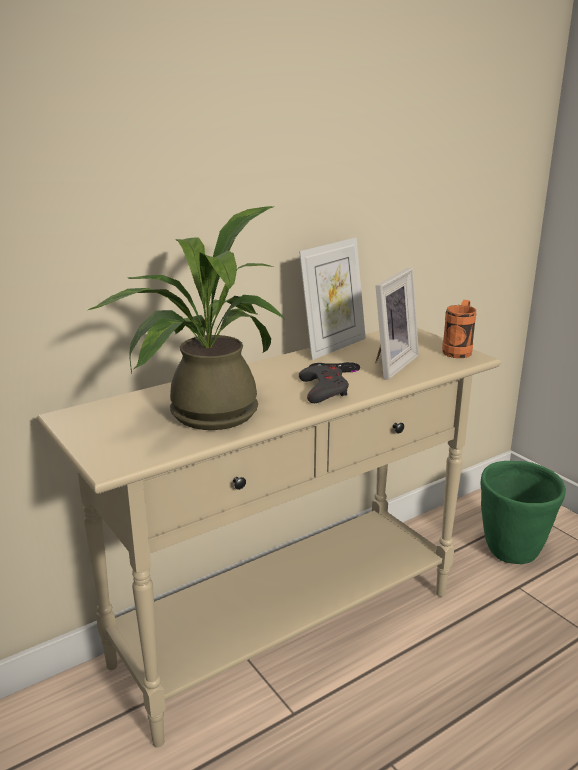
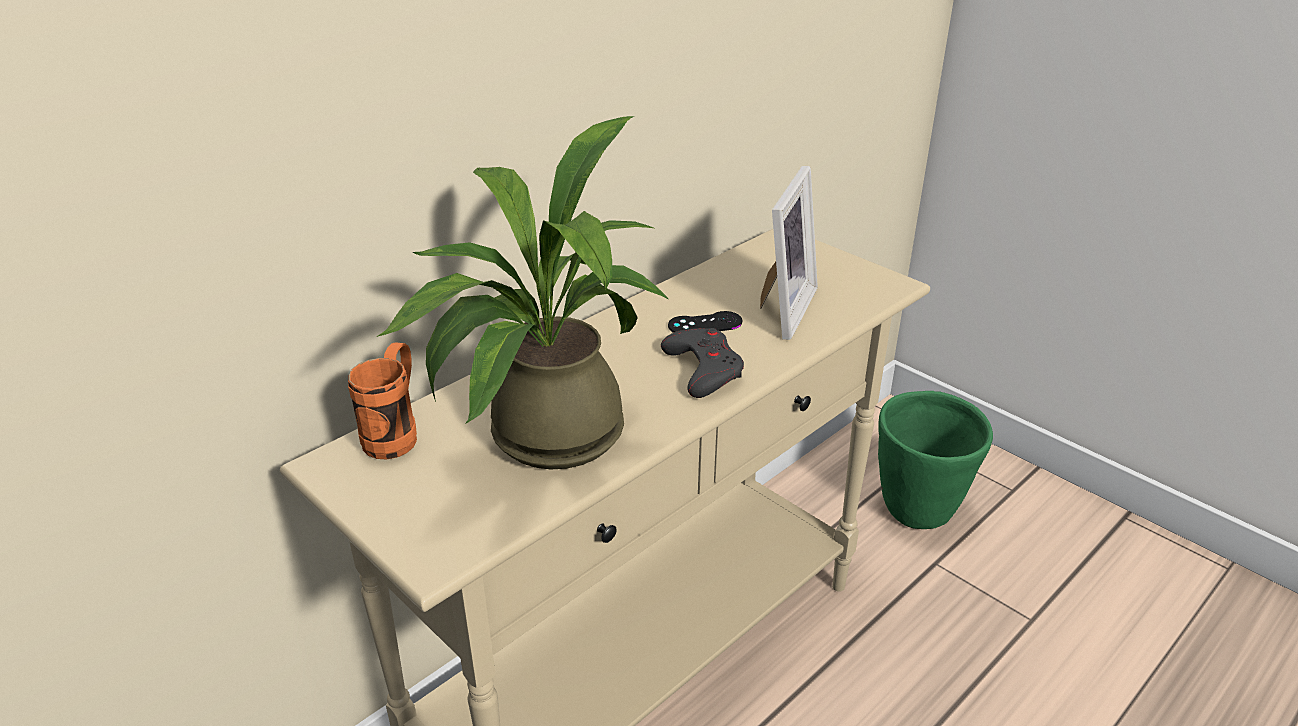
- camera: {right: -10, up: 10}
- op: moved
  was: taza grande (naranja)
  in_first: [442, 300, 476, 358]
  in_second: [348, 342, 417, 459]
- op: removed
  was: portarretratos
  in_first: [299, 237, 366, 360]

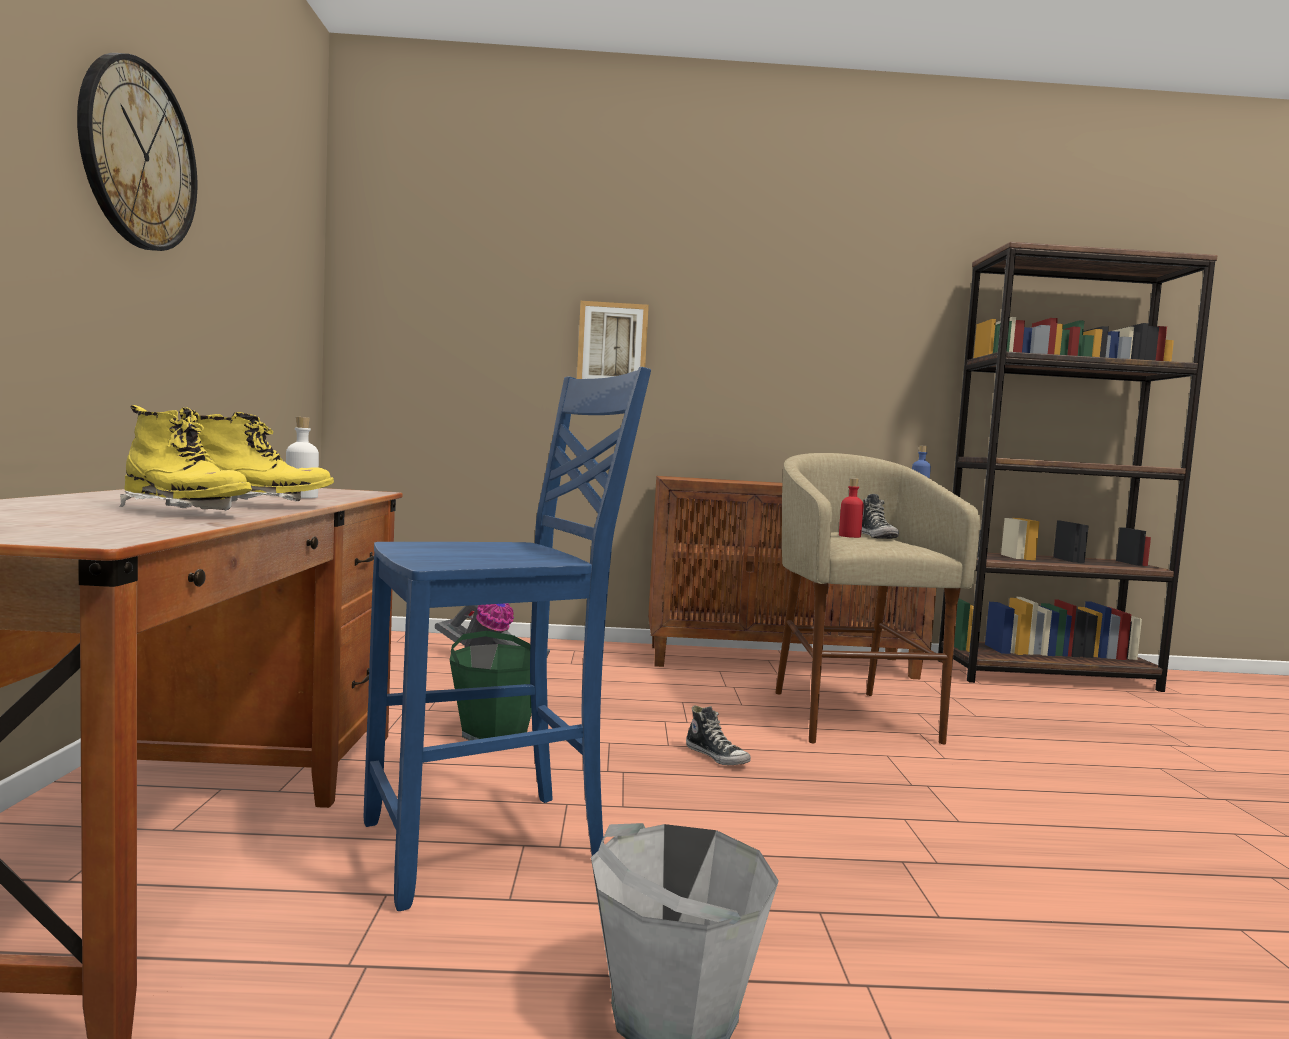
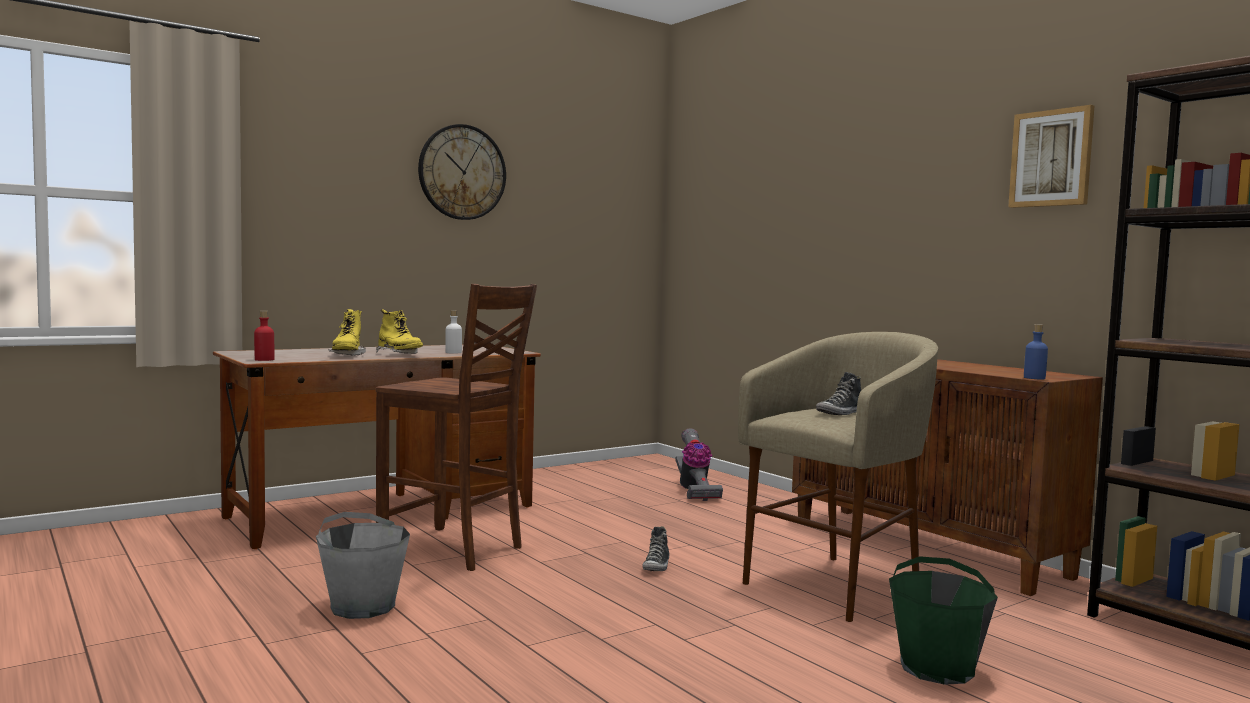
- camera: {right: 55, up: 0}
- op: moved
  was: botella (rojo)
  in_first: [839, 478, 864, 538]
  in_second: [254, 311, 275, 361]
- op: recoloured
  was: silla (azul)
  now: silla (marrón)
  in_first: [364, 367, 651, 911]
  in_second: [376, 284, 537, 571]
- op: moved
  was: cubo (verde)
  in_first: [450, 631, 532, 741]
  in_second: [889, 556, 998, 685]
- op: moved
  was: cuadro
  in_first: [577, 301, 649, 379]
  in_second: [1008, 105, 1094, 208]

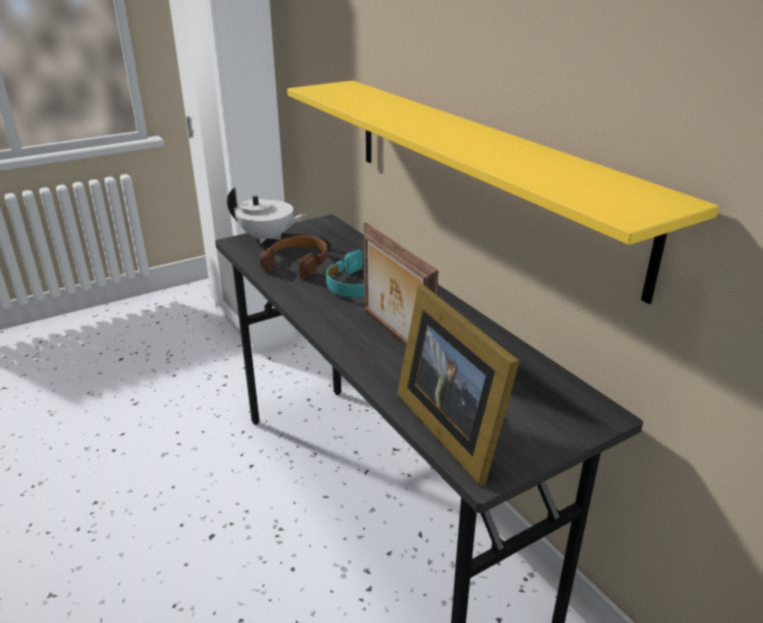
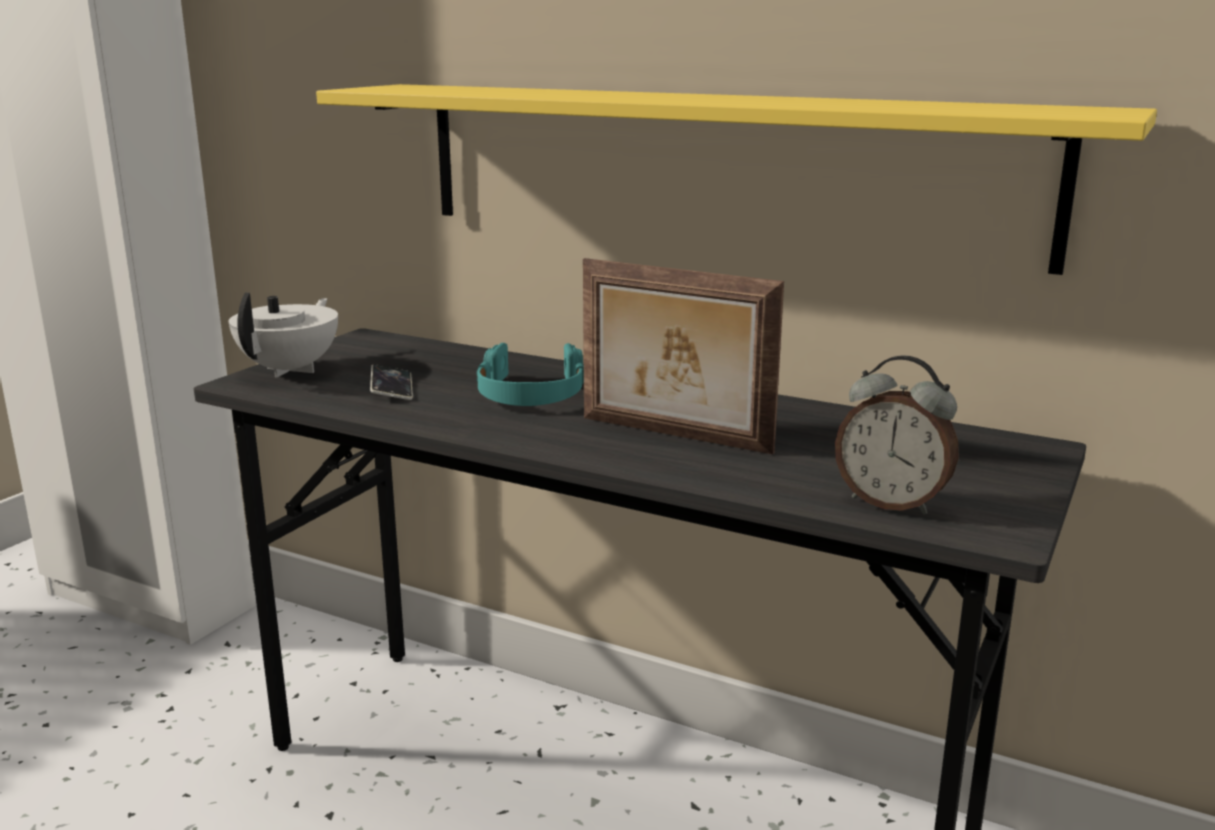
- camera: {right: -30, up: -10}
- op: turned
  was: tetera (blanco)
  in_first: [227, 188, 307, 244]
  in_second: [229, 292, 338, 378]
  clockwise: -60
- op: replaced
  was: auriculares (marrón)
  now: móvil
  in_first: [260, 235, 328, 279]
  in_second: [370, 364, 413, 400]
- op: replaced
  was: portarretratos
  now: despertador
  in_first: [397, 285, 520, 485]
  in_second: [835, 355, 958, 515]

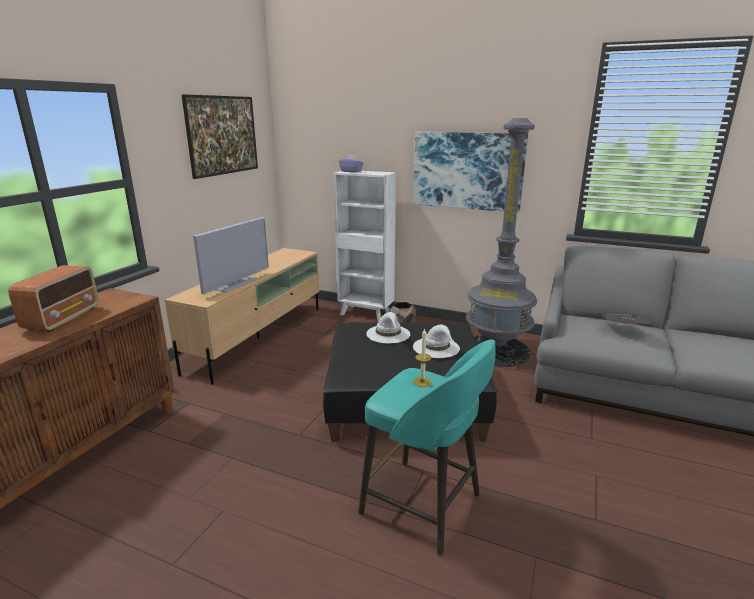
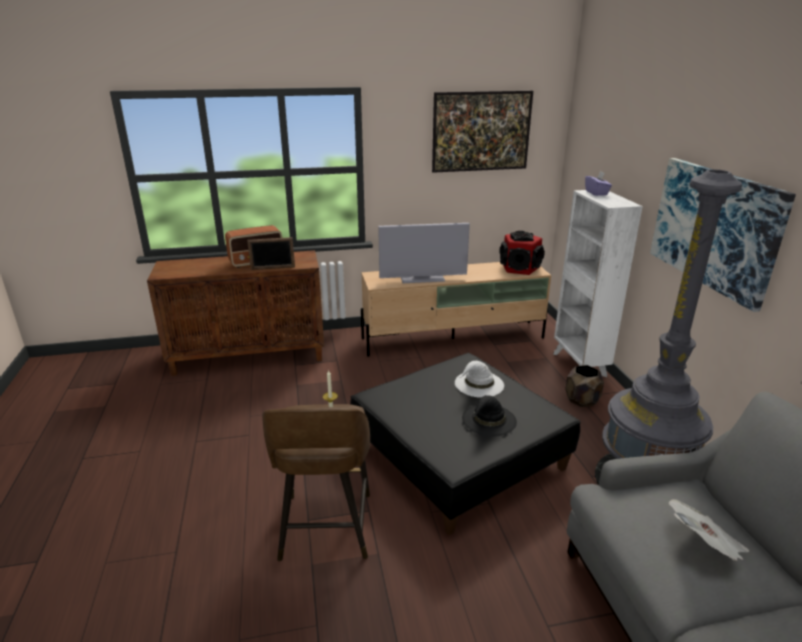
- camera: {right: 55, up: 5}
- op: added
  now: portarretratos
  in_second: [247, 237, 295, 270]
- op: recoloured
  was: taburete (turquesa)
  now: taburete (marrón)
  in_first: [358, 340, 495, 556]
  in_second: [262, 404, 370, 561]
- op: recoloured
  was: sombrero (blanco)
  now: sombrero (negro)
  in_first: [413, 324, 460, 358]
  in_second: [462, 395, 517, 437]
- op: added
  now: altavoz
  in_second: [499, 231, 545, 275]

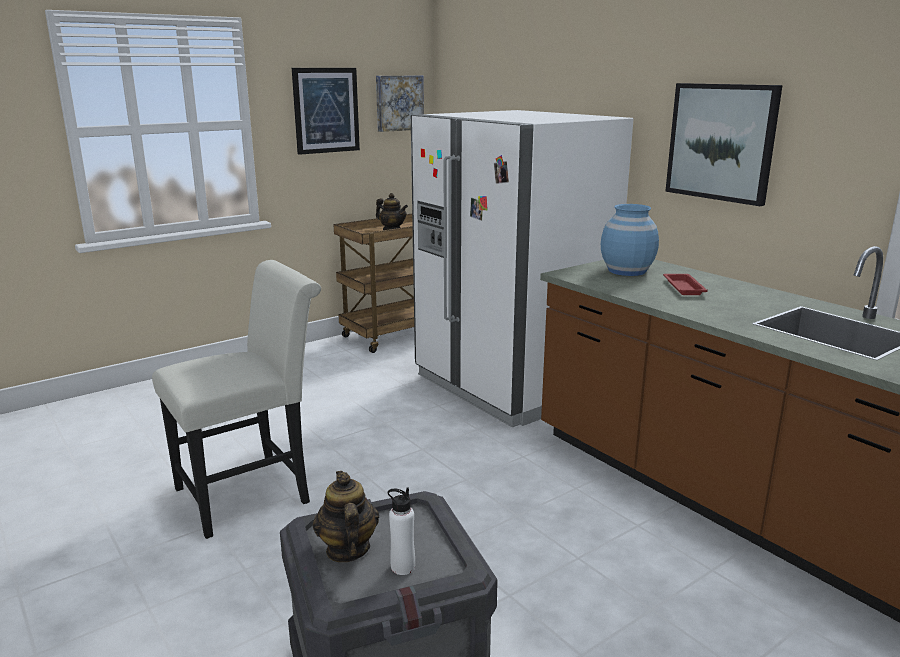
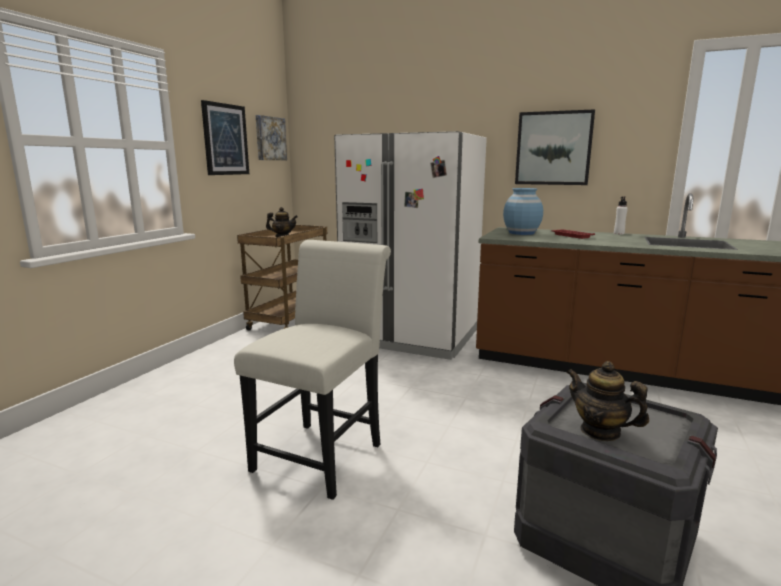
- camera: {right: -30, up: -5}
- op: moved
  was: botella (blanco)
  in_first: [388, 488, 415, 575]
  in_second: [614, 197, 628, 235]

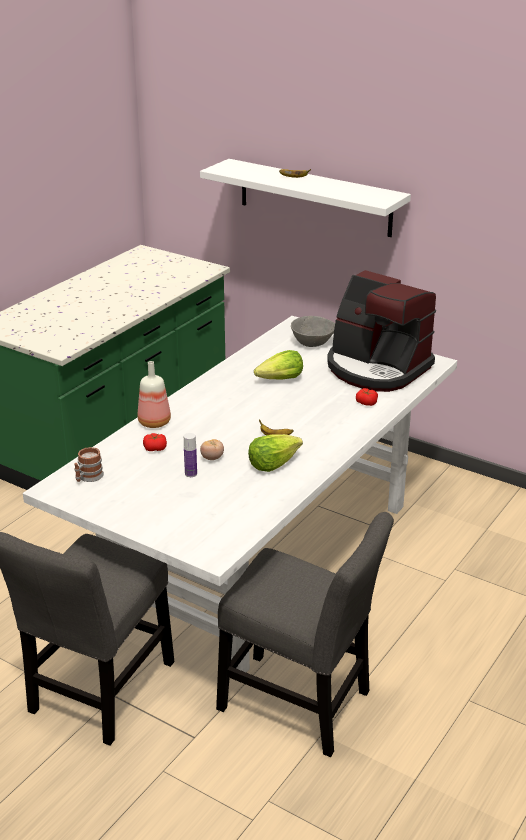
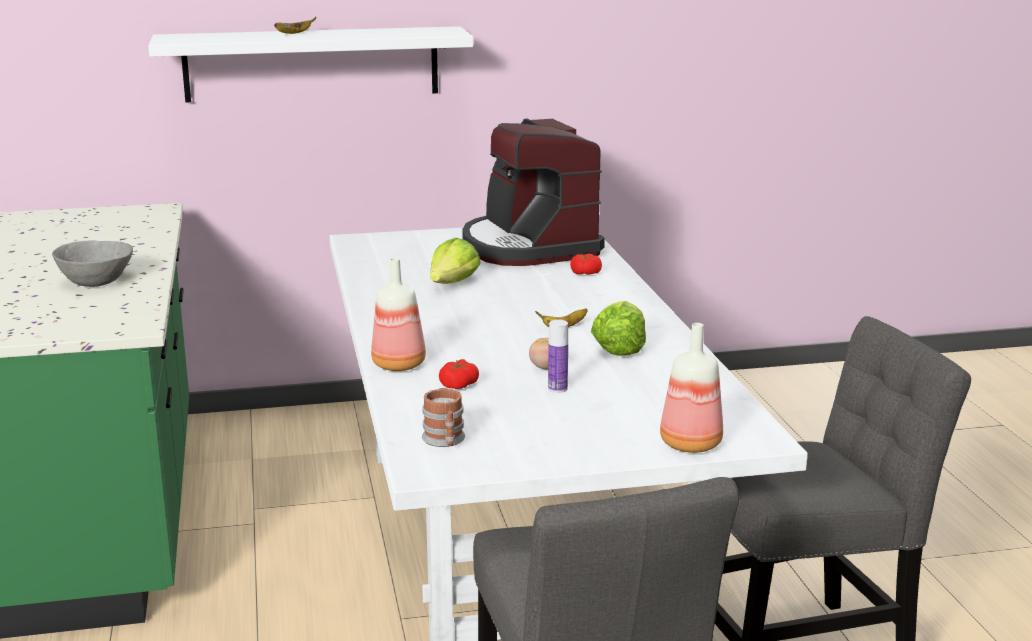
- camera: {right: -45, up: -10}
- op: moved
  was: cuenco (gris)
  in_first: [291, 316, 335, 347]
  in_second: [52, 241, 133, 287]
- op: turned
  was: cafetera
  in_first: [327, 270, 436, 392]
  in_second: [462, 119, 605, 266]
  clockwise: 75
- op: added
  now: botella
  in_second: [660, 323, 723, 453]

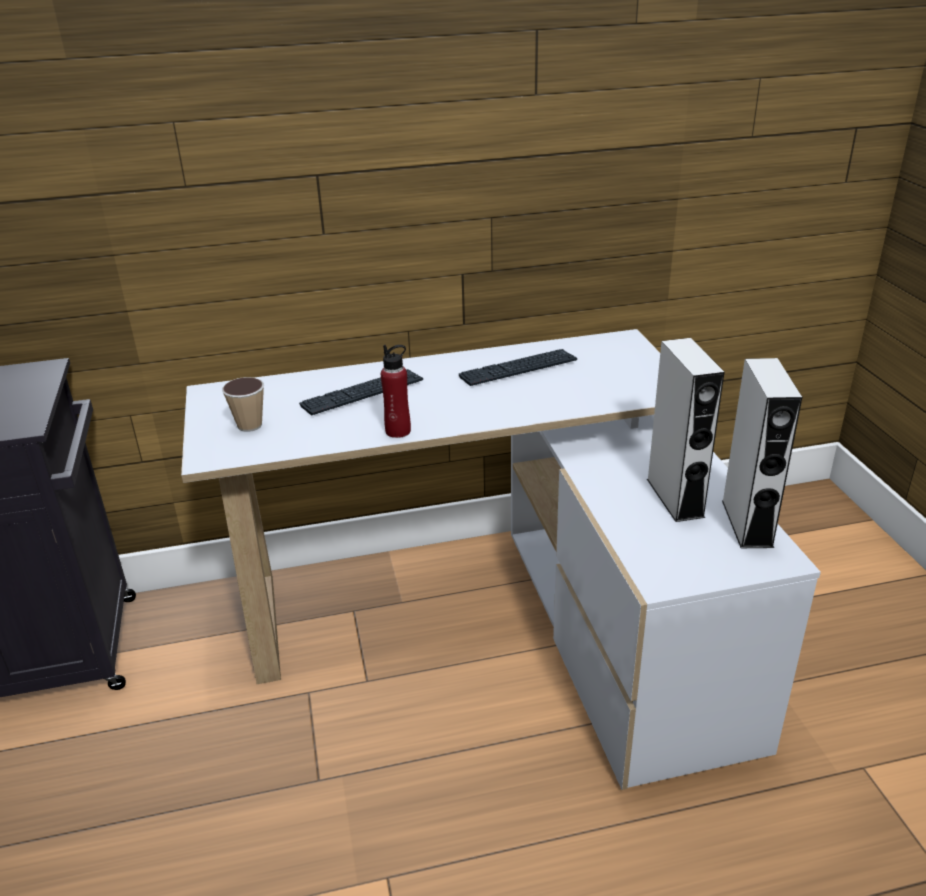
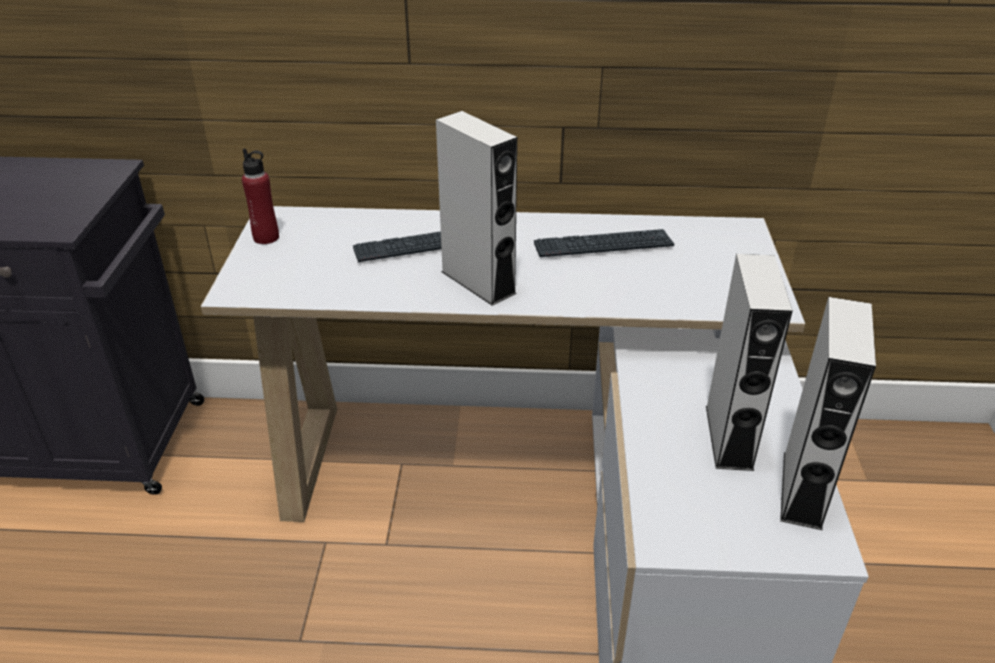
- camera: {right: 15, up: 5}
- op: moved
  was: botella (rojo)
  in_first: [381, 345, 411, 438]
  in_second: [242, 149, 279, 244]
- op: added
  now: altavoz (gris)
  in_second: [436, 111, 517, 306]
- op: removed
  was: taza
  in_first: [222, 377, 264, 432]

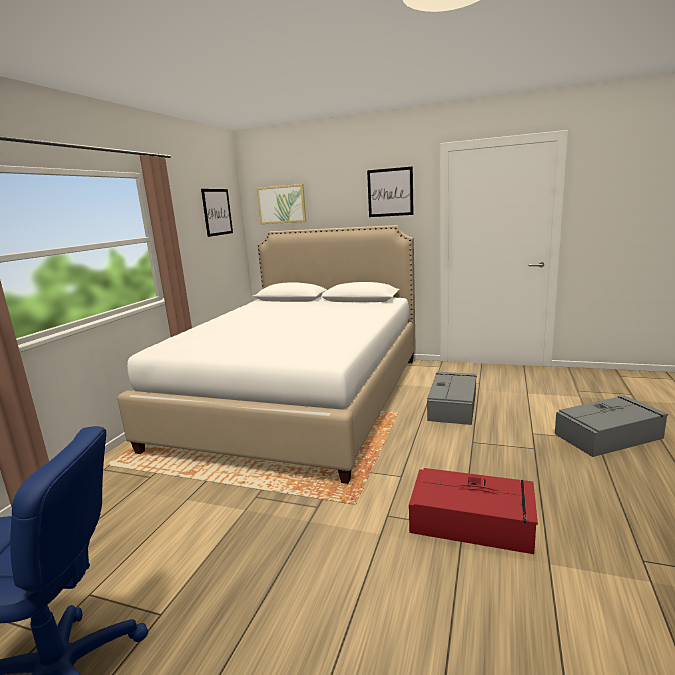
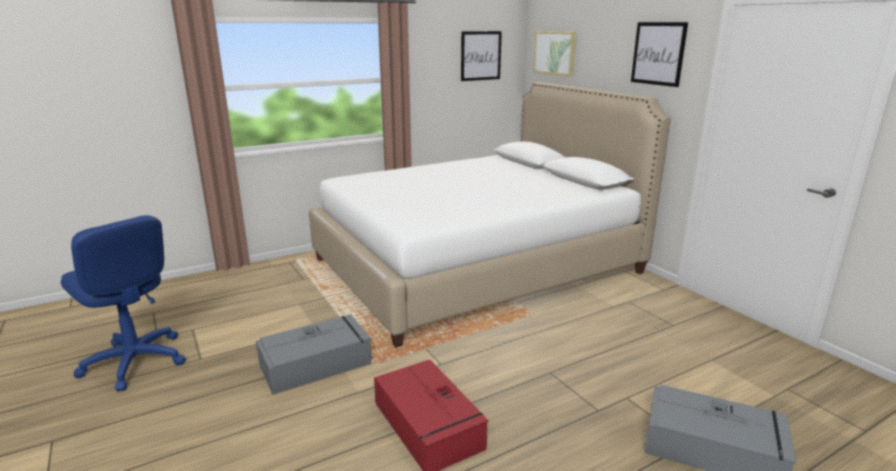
- camera: {right: 40, up: 5}
- op: moved
  was: caja de almacenaje (gris)
  in_first: [427, 372, 477, 425]
  in_second: [256, 314, 371, 395]

